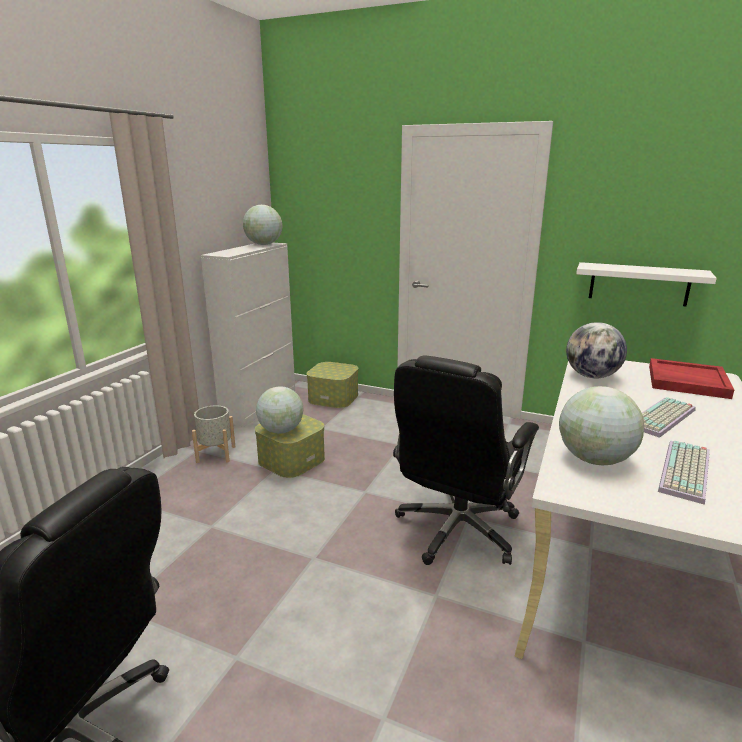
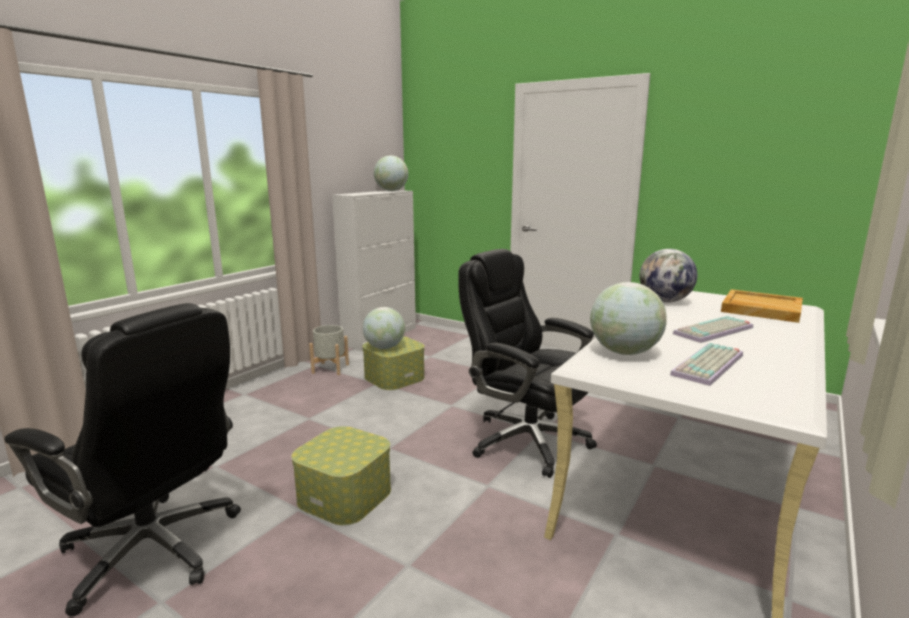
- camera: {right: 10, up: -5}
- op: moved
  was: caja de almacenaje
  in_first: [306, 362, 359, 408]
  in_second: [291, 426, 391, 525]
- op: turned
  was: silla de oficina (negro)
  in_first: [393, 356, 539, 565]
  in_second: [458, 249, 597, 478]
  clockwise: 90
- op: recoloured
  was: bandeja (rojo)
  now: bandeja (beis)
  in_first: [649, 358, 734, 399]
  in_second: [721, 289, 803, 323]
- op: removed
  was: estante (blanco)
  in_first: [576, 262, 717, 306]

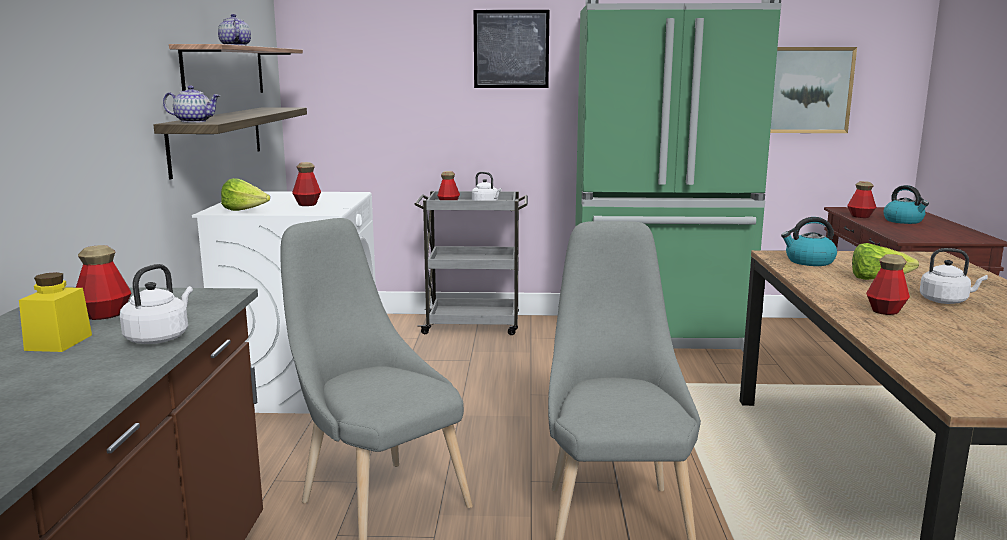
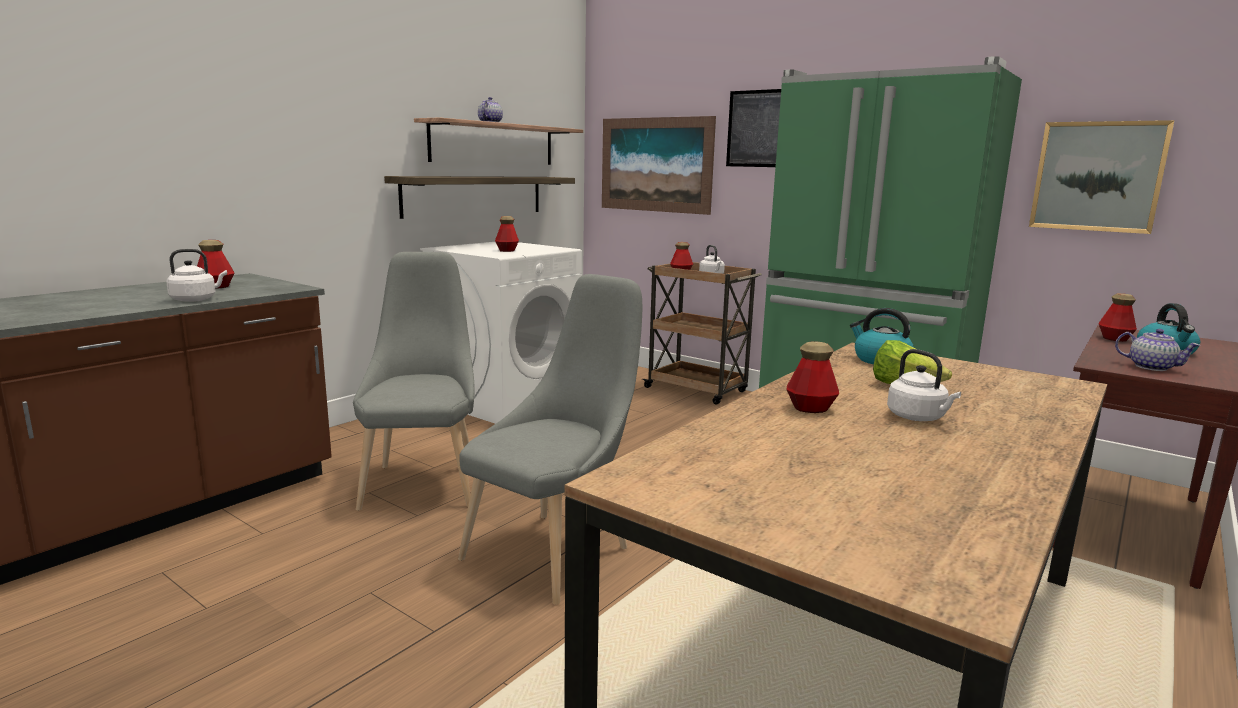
- camera: {right: 35, up: 0}
- op: added
  now: cuadro
  in_second: [602, 116, 716, 215]
- op: recoloured
  was: carrito (gris)
  now: carrito (marrón)
  in_first: [414, 191, 528, 335]
  in_second: [642, 262, 762, 405]
- op: moved
  was: tetera
  in_first: [163, 86, 220, 123]
  in_second: [1115, 329, 1201, 371]
- op: removed
  was: tarro (amarillo)
  in_first: [19, 272, 92, 352]
- op: removed
  was: lechuga
  in_first: [221, 178, 270, 211]

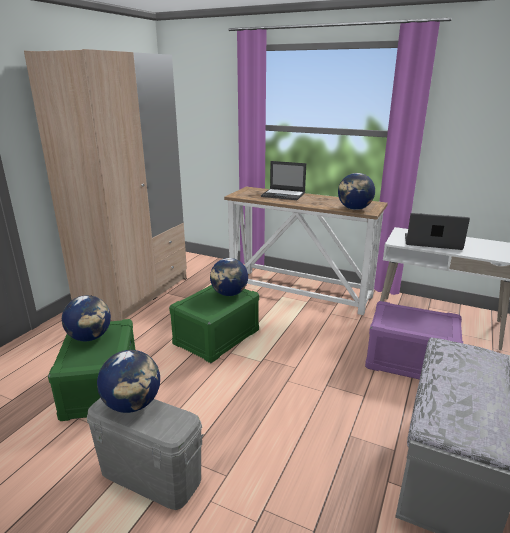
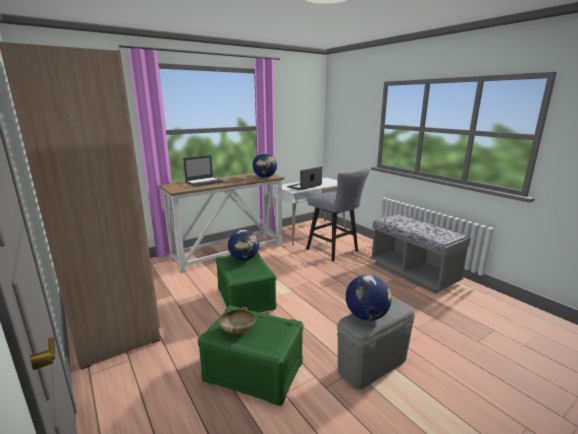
- camera: {right: -60, up: -5}
- op: replaced
  was: globo terráqueo
  now: cuenco (beis)
  in_first: [62, 295, 111, 341]
  in_second: [219, 307, 255, 334]
- op: replaced
  was: caja de almacenaje (morado)
  now: taburete (gris)
  in_first: [365, 301, 463, 380]
  in_second: [306, 168, 370, 261]

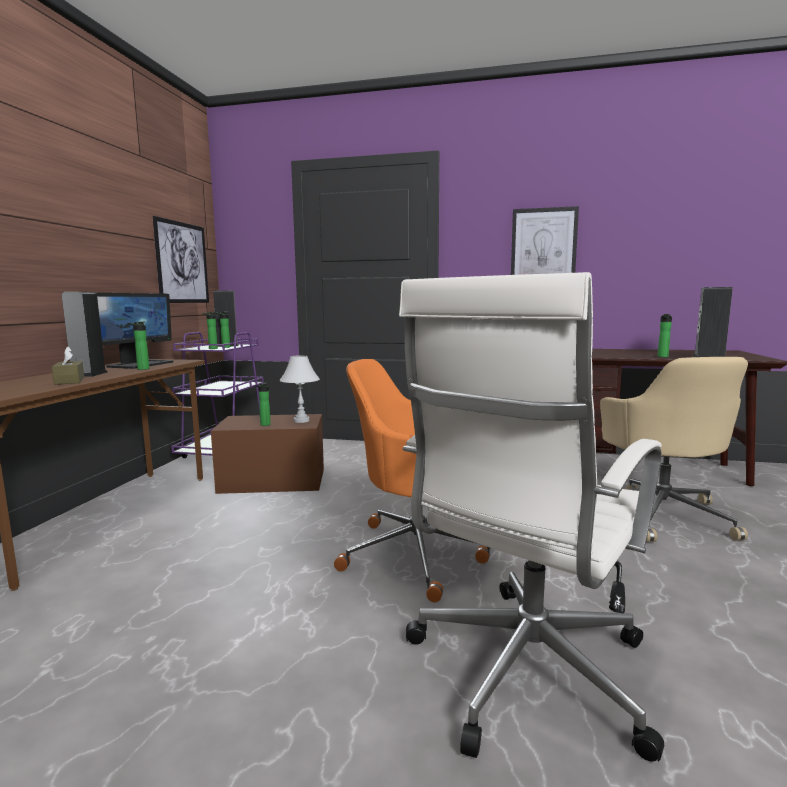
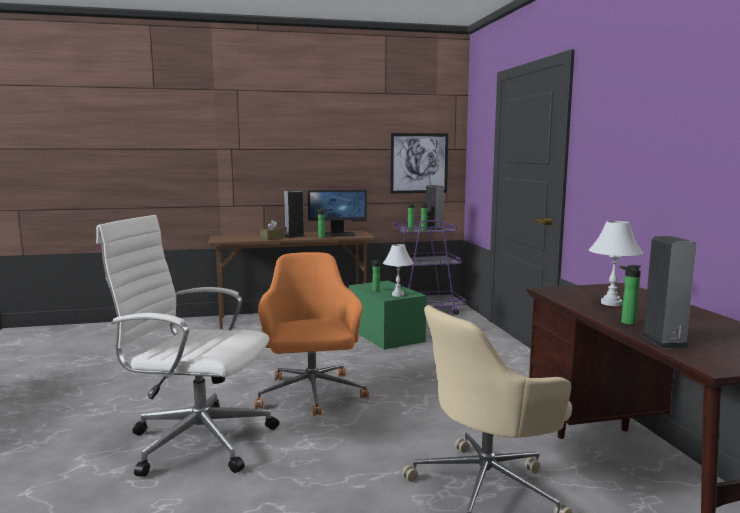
- camera: {right: 65, up: 0}
- op: recoloured
  was: caja de almacenaje (marrón)
  now: caja de almacenaje (verde)
  in_first: [211, 414, 324, 494]
  in_second: [349, 281, 426, 350]
- op: added
  now: lámpara de mesa (blanco)
  in_second: [589, 221, 643, 306]
- op: removed
  was: cuadro
  in_first: [511, 206, 579, 275]

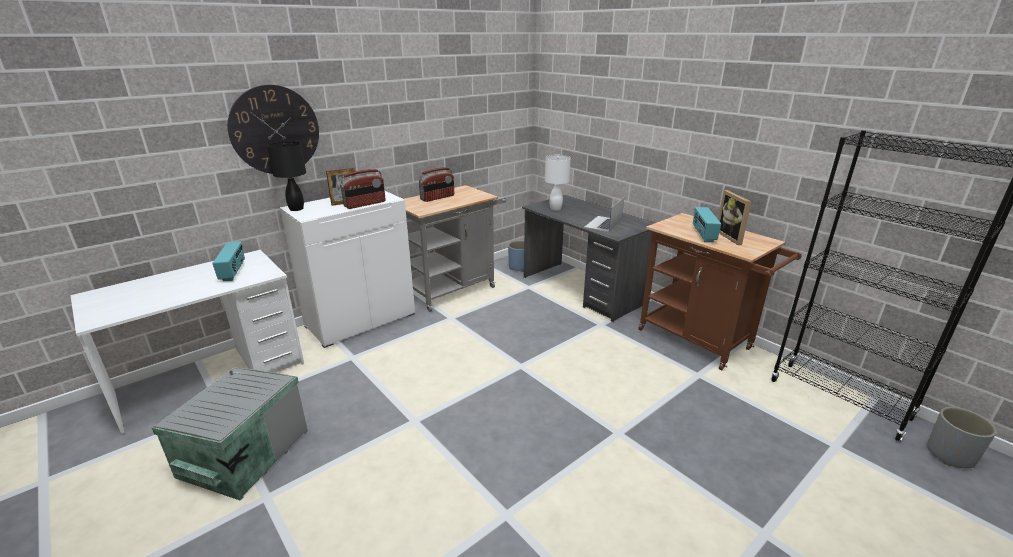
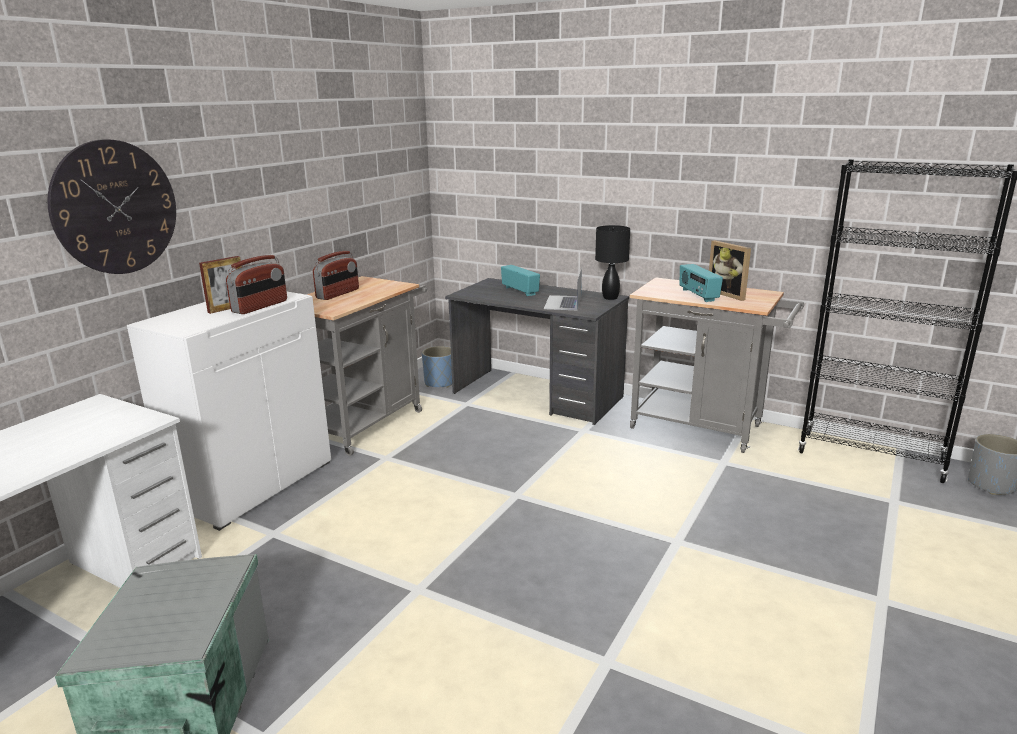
- camera: {right: -20, up: -5}
- op: moved
  was: radio
  in_first: [213, 242, 245, 281]
  in_second: [501, 265, 540, 296]
- op: moved
  was: lámpara de mesa (negro)
  in_first: [267, 141, 306, 211]
  in_second: [595, 225, 630, 300]
- op: recoloured
  was: carrito (marrón)
  now: carrito (gris)
  in_first: [638, 213, 802, 371]
  in_second: [630, 278, 804, 453]
- op: removed
  was: lámpara de mesa (blanco)
  in_first: [545, 155, 571, 211]

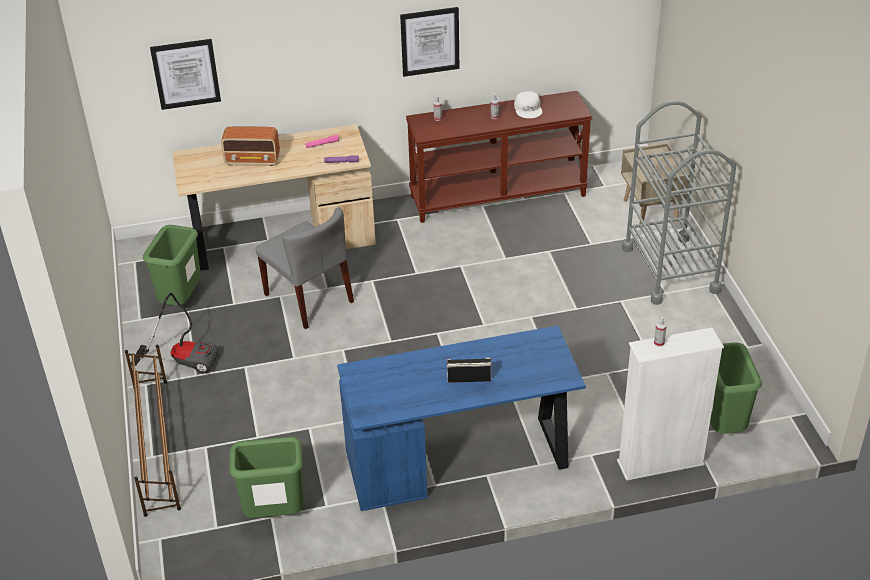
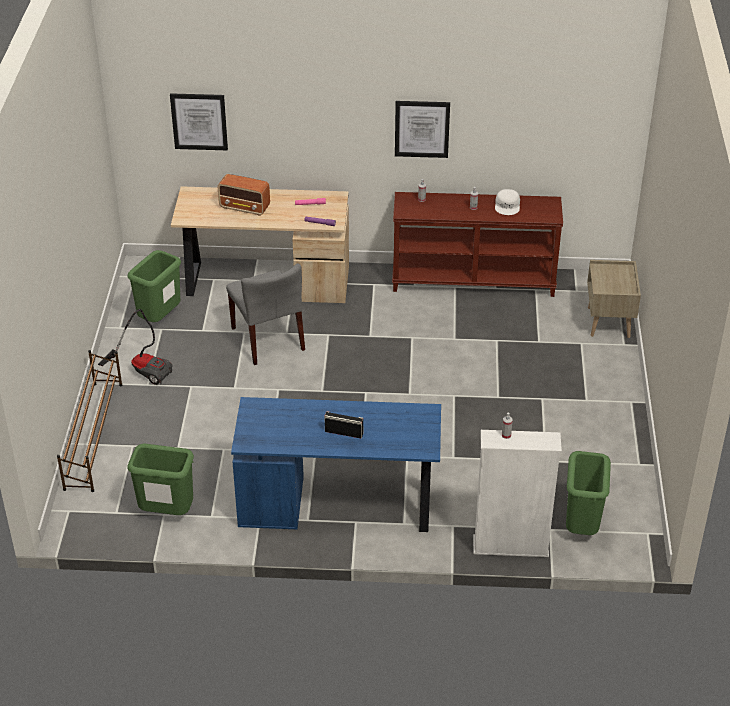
- camera: {right: 15, up: 0}
- op: removed
  was: carrito (gris)
  in_first: [622, 101, 736, 305]

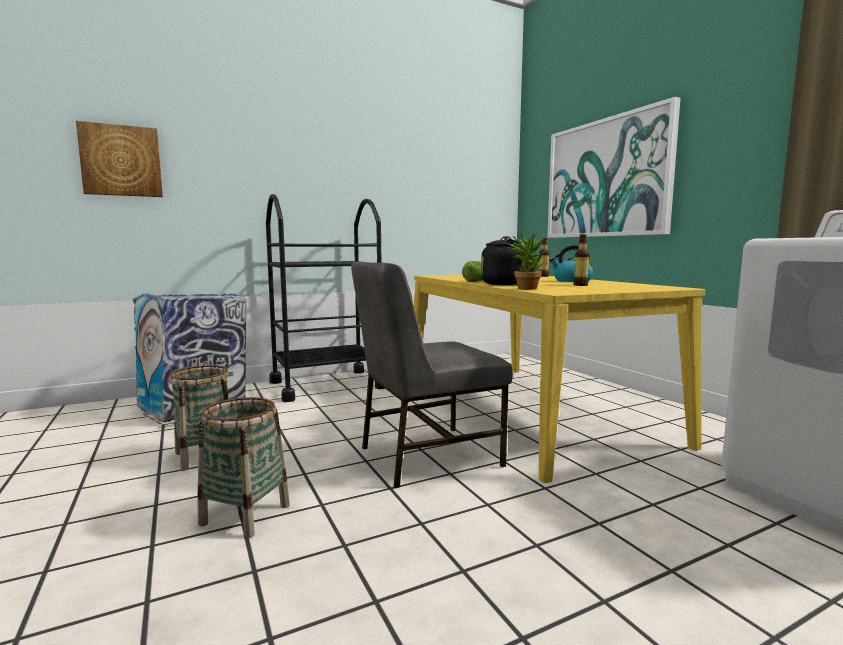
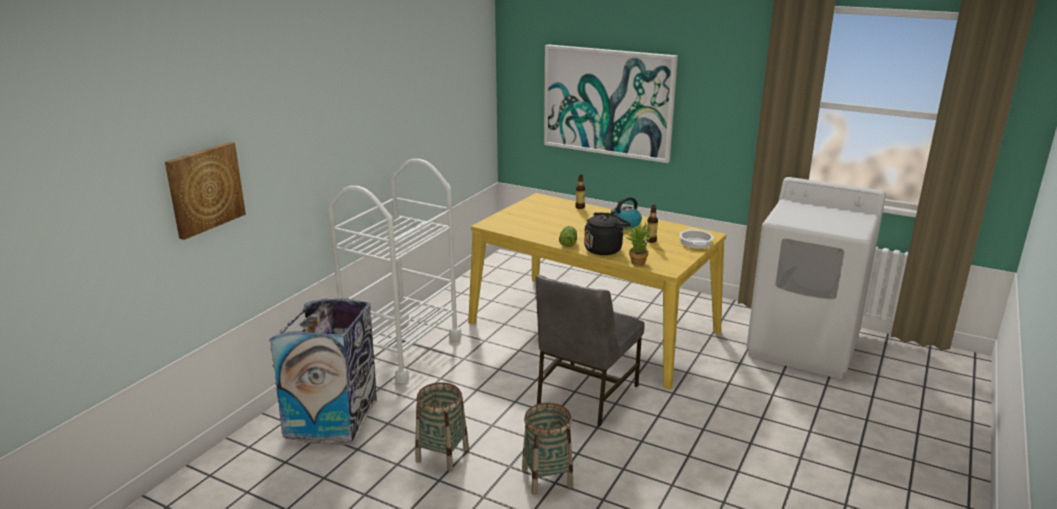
- camera: {right: -35, up: 15}
- op: recoloured
  was: carrito (negro)
  now: carrito (blanco)
  in_first: [266, 194, 385, 402]
  in_second: [328, 159, 461, 384]
- op: added
  now: olla
  in_second: [679, 228, 714, 249]

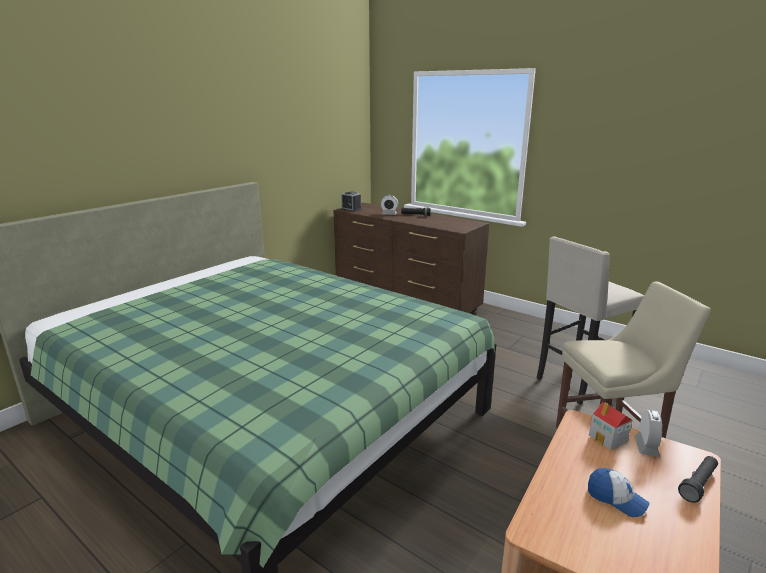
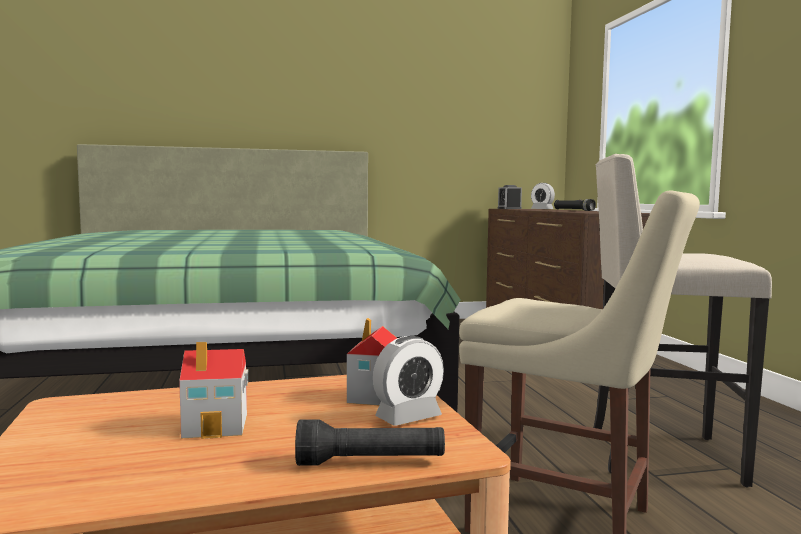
- camera: {right: 40, up: -15}
- op: replaced
  was: gorra
  now: casita
  in_first: [588, 468, 650, 517]
  in_second: [179, 342, 248, 439]

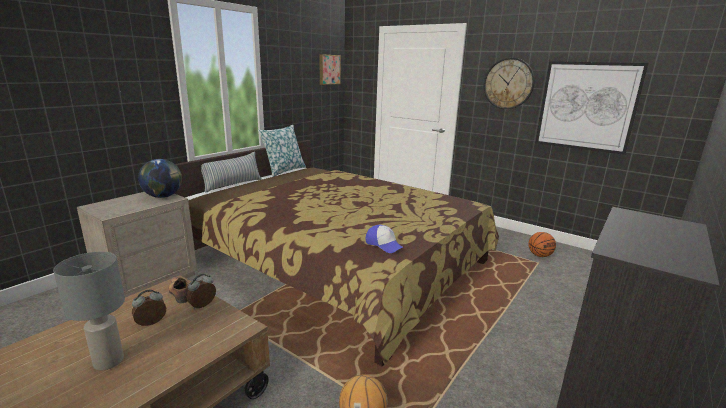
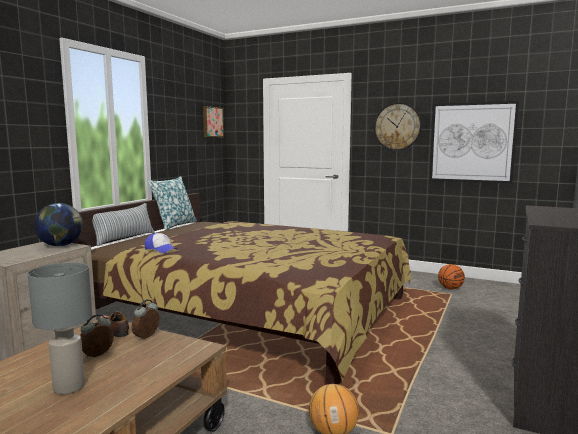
- camera: {right: -10, up: -10}
- op: moved
  was: gorra
  in_first: [366, 225, 404, 253]
  in_second: [144, 233, 178, 253]

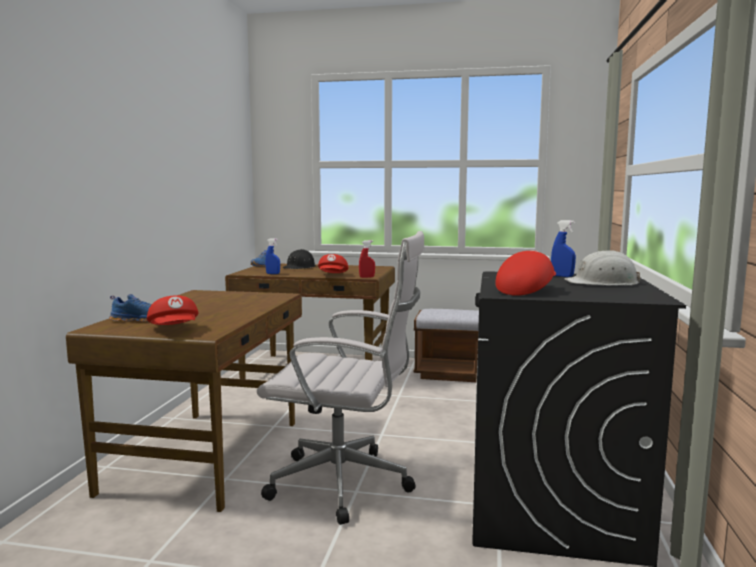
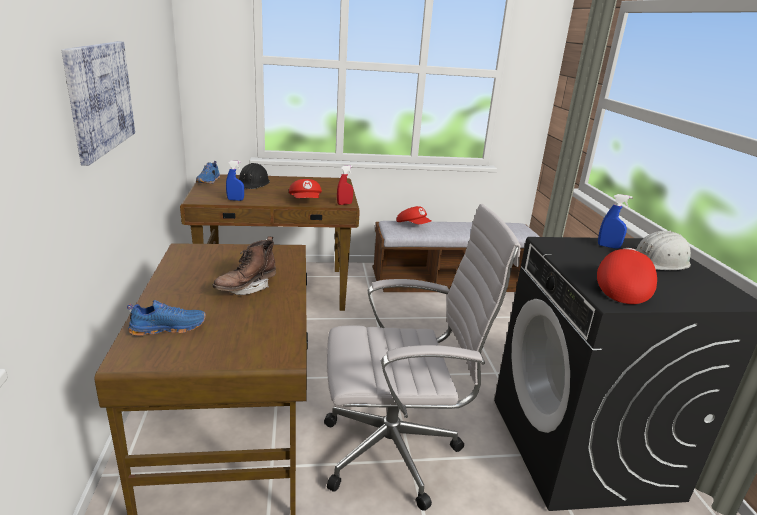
- camera: {right: -20, up: 15}
- op: added
  now: cuadro
  in_second: [61, 41, 135, 166]
- op: added
  now: bota (marrón)
  in_second: [213, 237, 276, 295]
- op: moved
  was: gorra (rojo)
  in_first: [147, 295, 199, 325]
  in_second: [396, 206, 431, 224]

